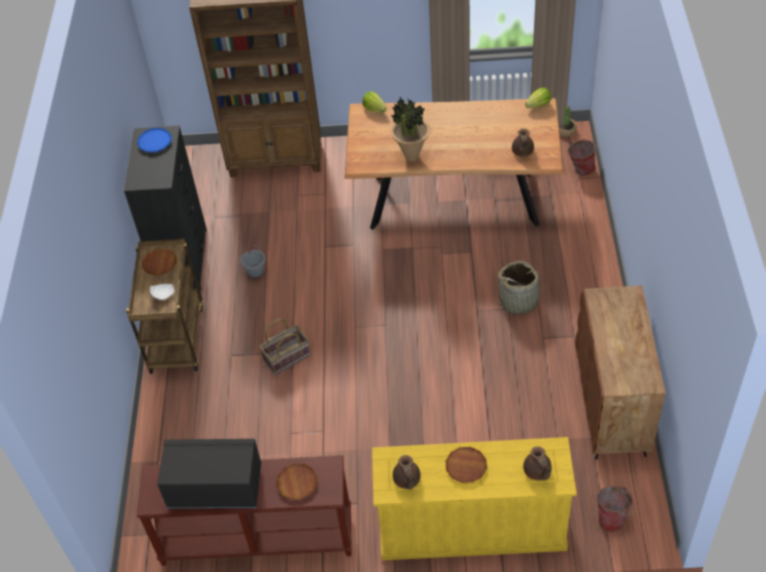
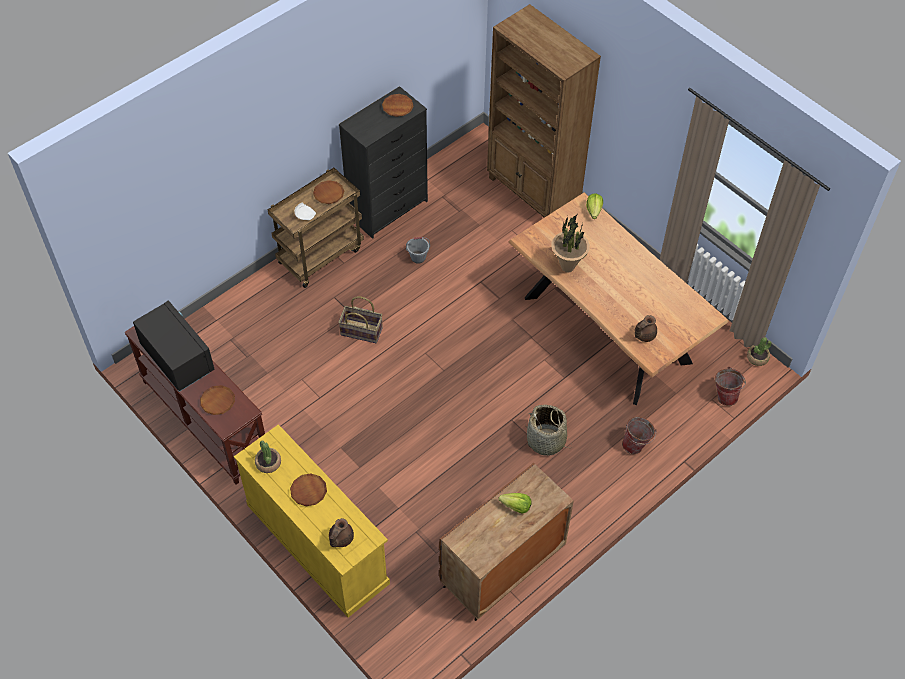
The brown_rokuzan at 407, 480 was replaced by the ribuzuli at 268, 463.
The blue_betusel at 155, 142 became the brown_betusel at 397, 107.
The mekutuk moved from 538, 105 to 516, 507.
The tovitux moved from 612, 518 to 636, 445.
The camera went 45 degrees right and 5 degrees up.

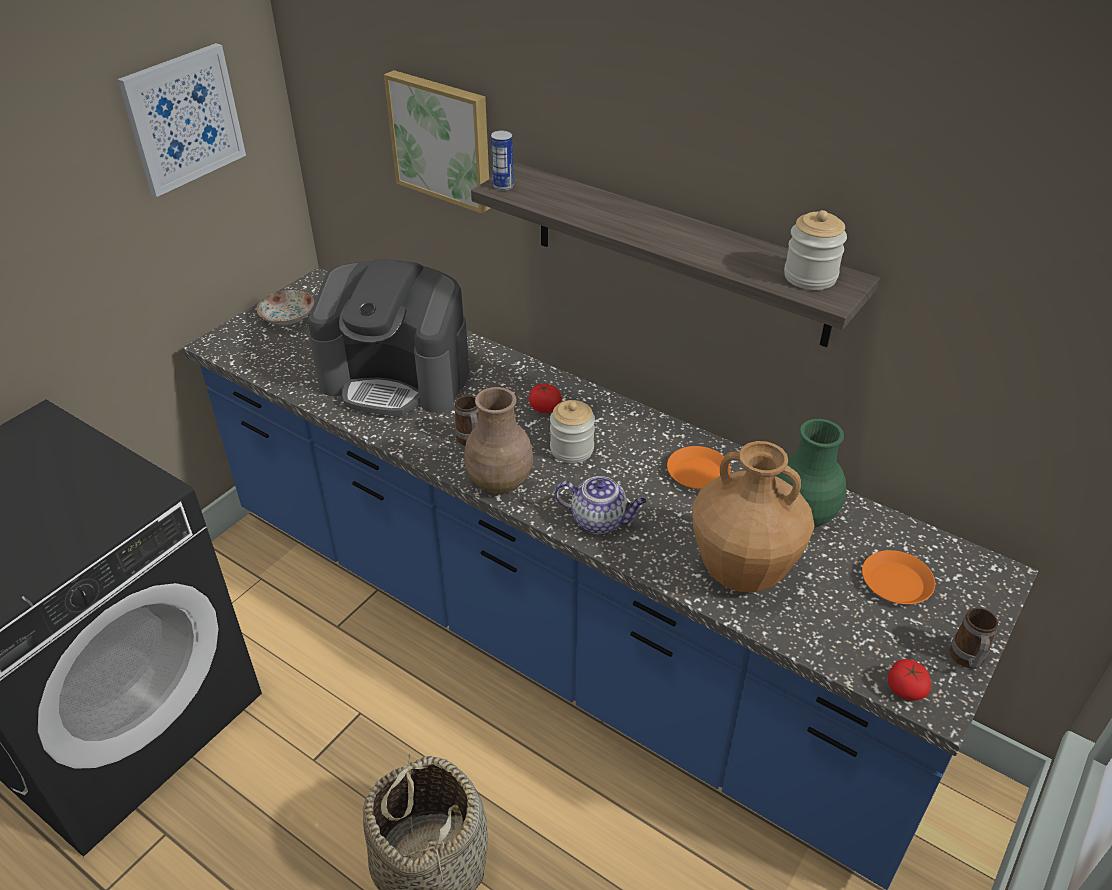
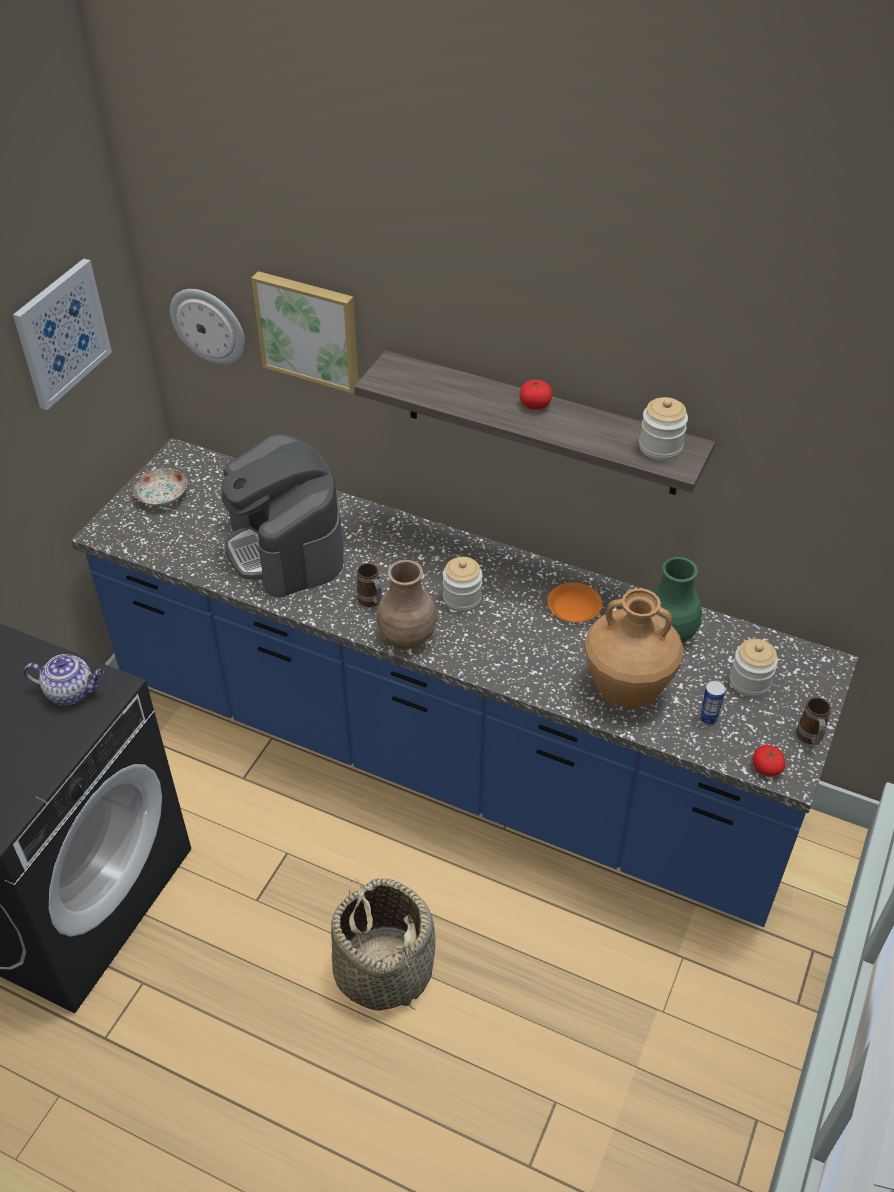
The rokuzan moved from 600, 520 to 72, 692.
The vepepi at 209, 325 appeared.
The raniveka at 397, 378 turned 60 degrees clockwise.
The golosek moved from 544, 408 to 535, 405.
The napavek moved from 503, 186 to 708, 719.
The orange_betusel at 896, 582 was replaced by the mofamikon at 749, 682.
The camera went 10 degrees left and 5 degrees up.

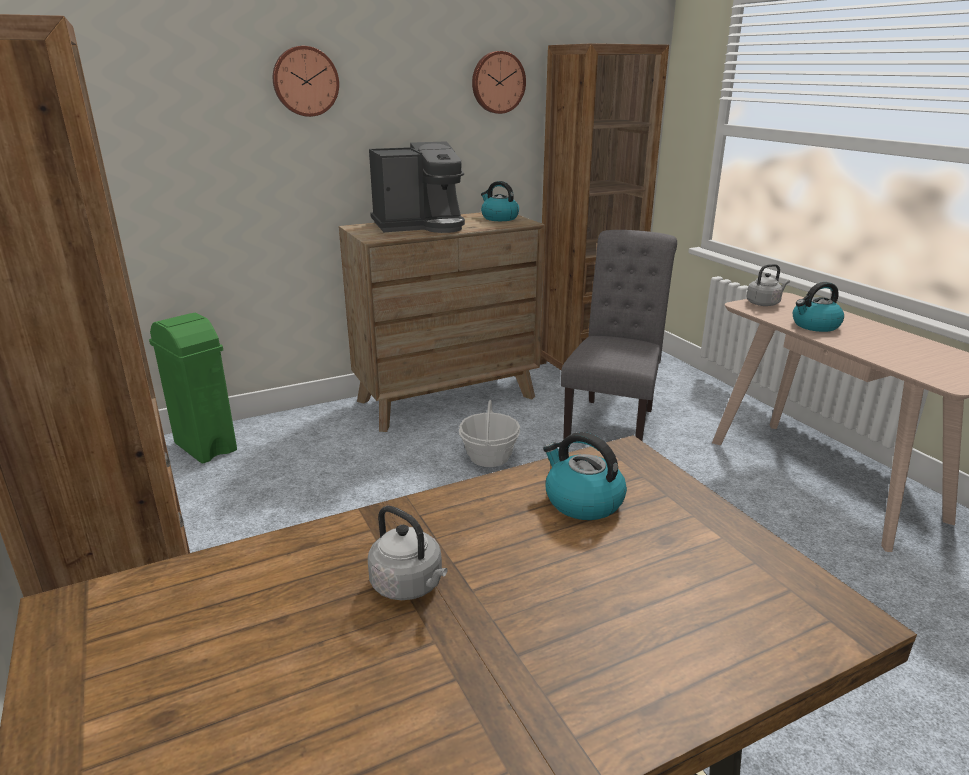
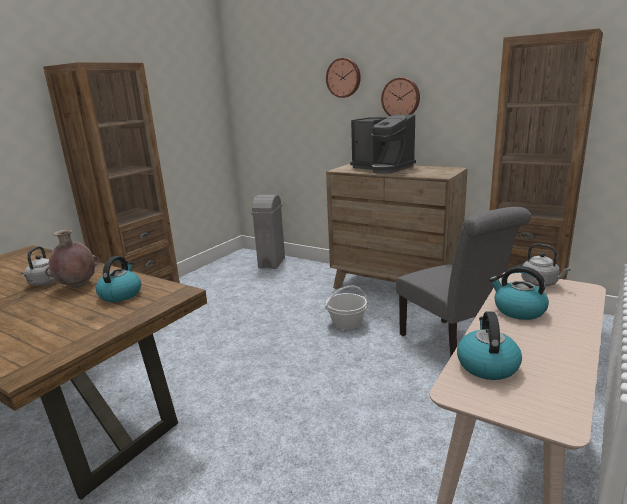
The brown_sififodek at 77, 286 appeared.
The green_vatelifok at 205, 446 became the grey_vatelifok at 272, 263.
The vepepi moved from 497, 82 to 401, 98.
The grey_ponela at 613, 422 turned 75 degrees clockwise.
The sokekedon moved from 499, 218 to 486, 365.
The camera went 60 degrees right and 5 degrees down.

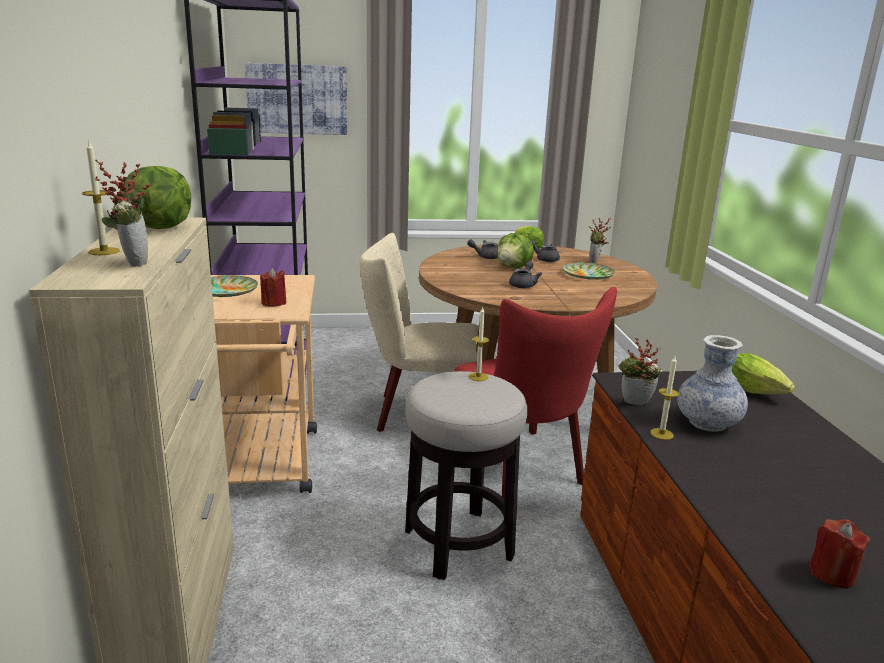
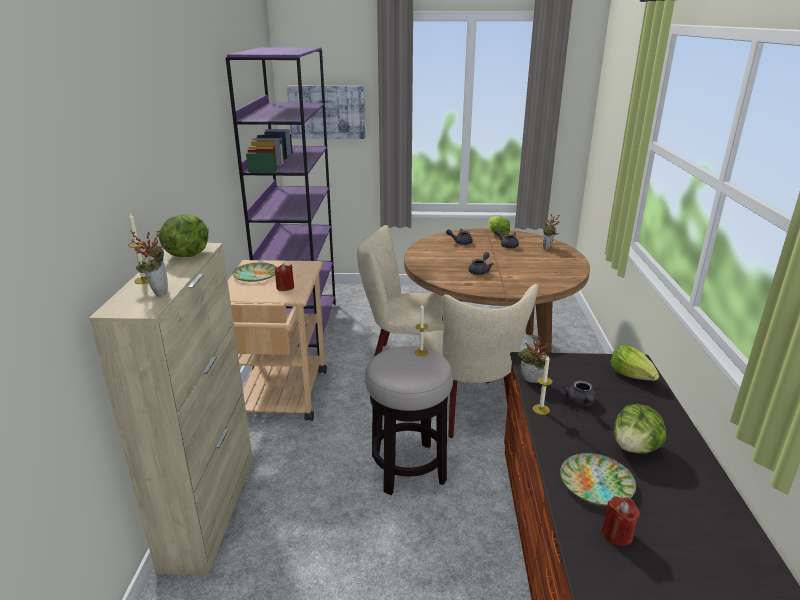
The red_ponela at 522, 468 became the beige_ponela at 471, 411.
The betusel moved from 588, 274 to 597, 483.
The sififodek at 707, 423 was replaced by the grey_rokuzan at 581, 402.
The mekutuk moved from 514, 267 to 635, 448.
The camera went 10 degrees right and 5 degrees up.

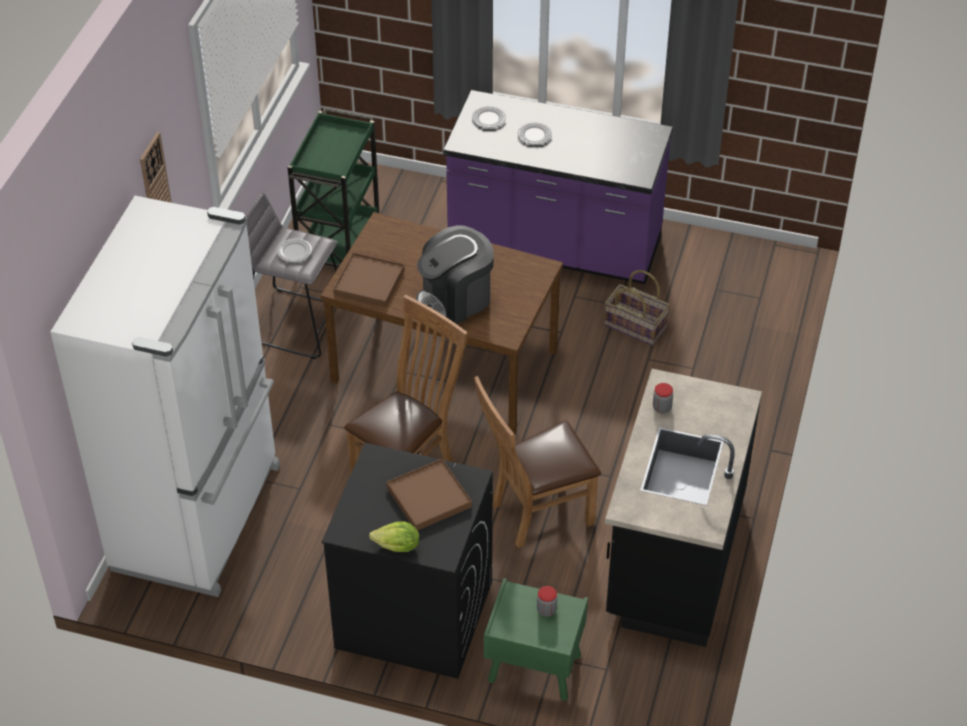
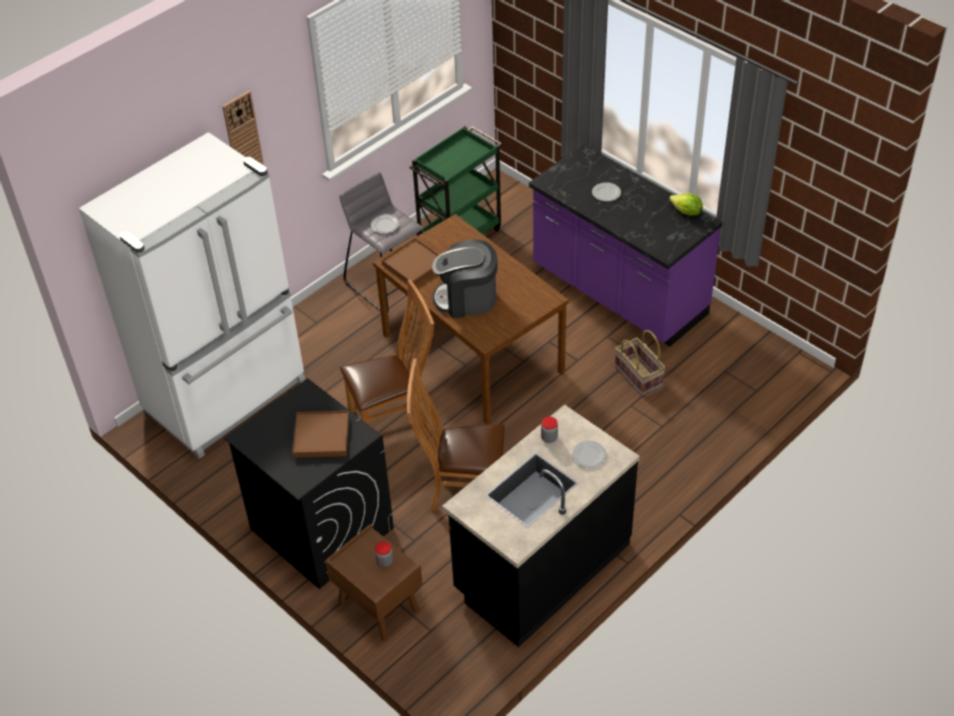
The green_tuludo at 533, 668 became the brown_tuludo at 377, 605.
The betusel moved from 488, 119 to 588, 456.
The mekutuk moved from 398, 547 to 686, 212.
The camera went 30 degrees right and 0 degrees up.

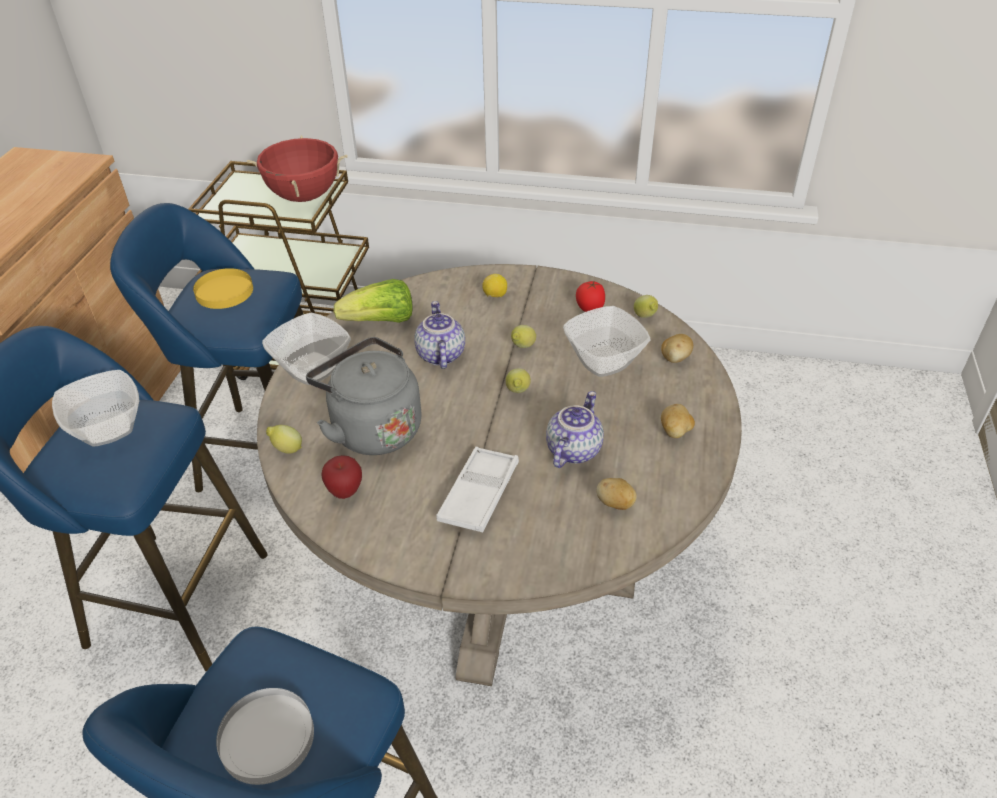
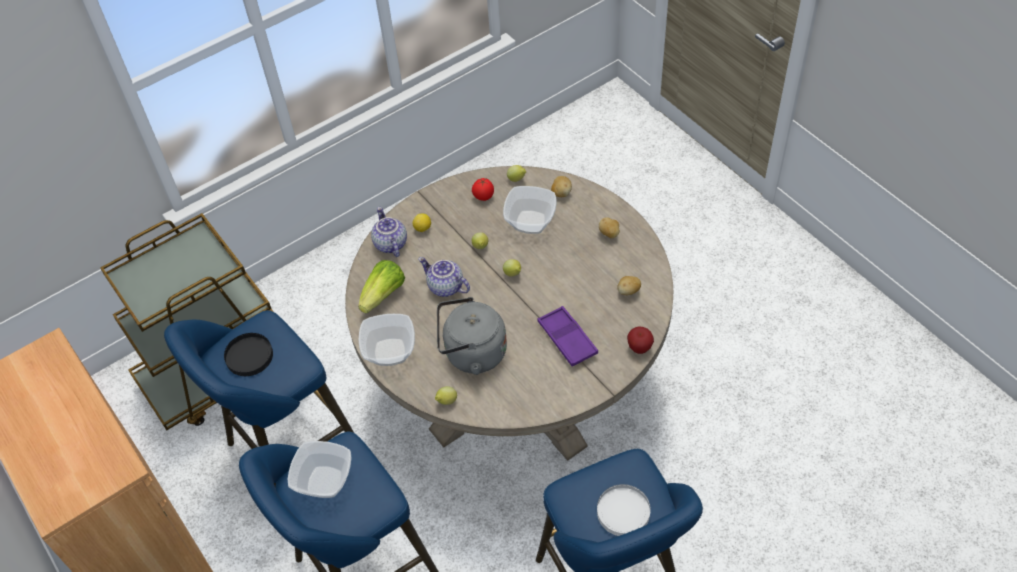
The yellow_betusel at 224, 291 became the black_betusel at 249, 356.
The rokuzan moved from 572, 449 to 389, 244.
The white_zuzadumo at 479, 494 became the purple_zuzadumo at 567, 339.
The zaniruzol moved from 345, 491 to 639, 348.
The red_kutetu at 304, 196 disappeared.
The camera went 45 degrees left and 10 degrees up.

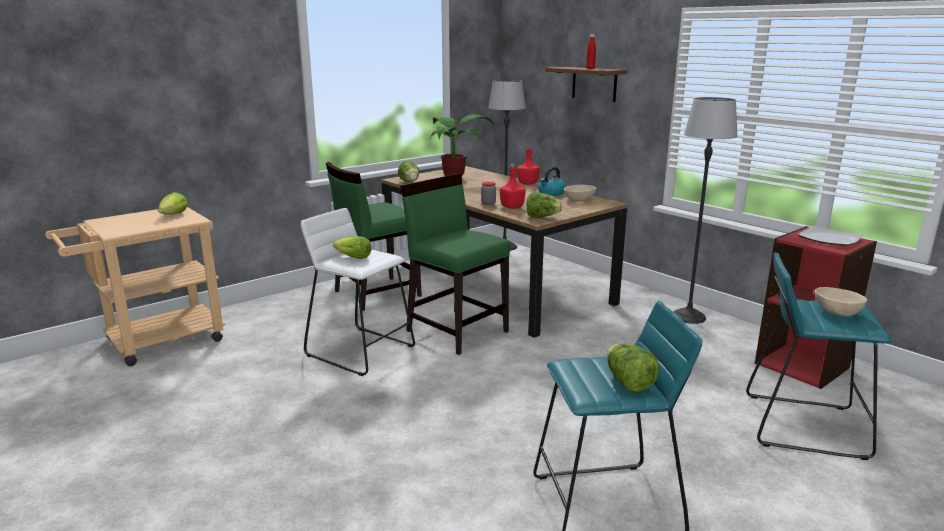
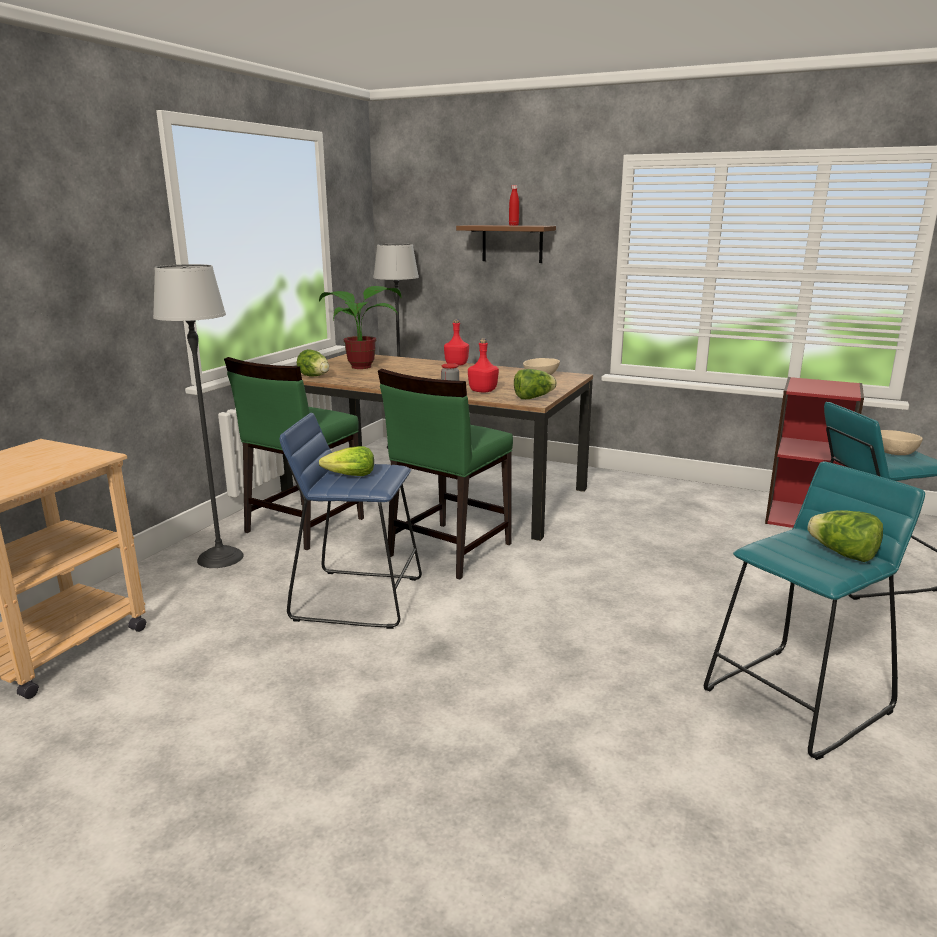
The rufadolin moved from 688, 316 to 220, 558.
The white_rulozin at 361, 350 became the blue_rulozin at 358, 598.
The green_ponela at 457, 330 turned 75 degrees counterclockwise.
The mekutuk at 174, 215 disappeared.
The sokekedon at 551, 193 disappeared.
The betusel at 828, 239 disappeared.
The camera went 25 degrees left and 0 degrees up.

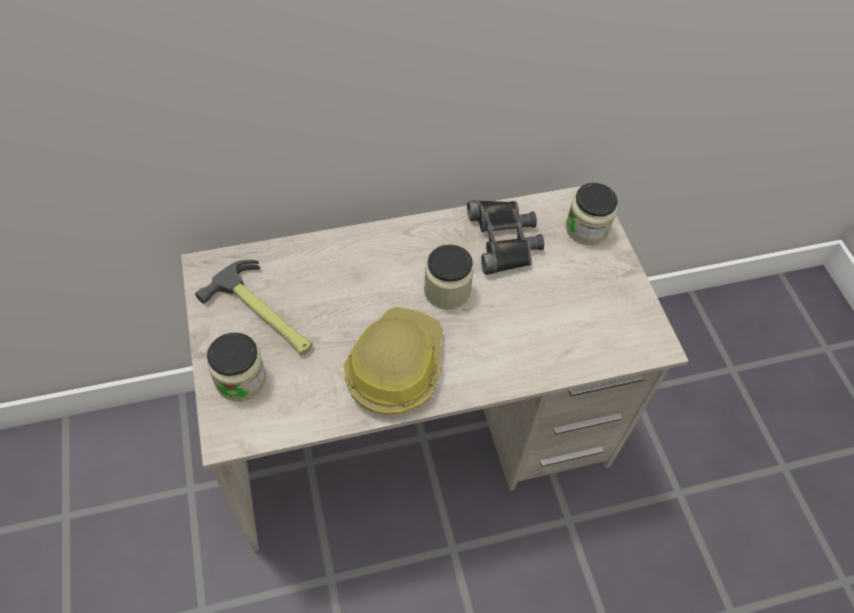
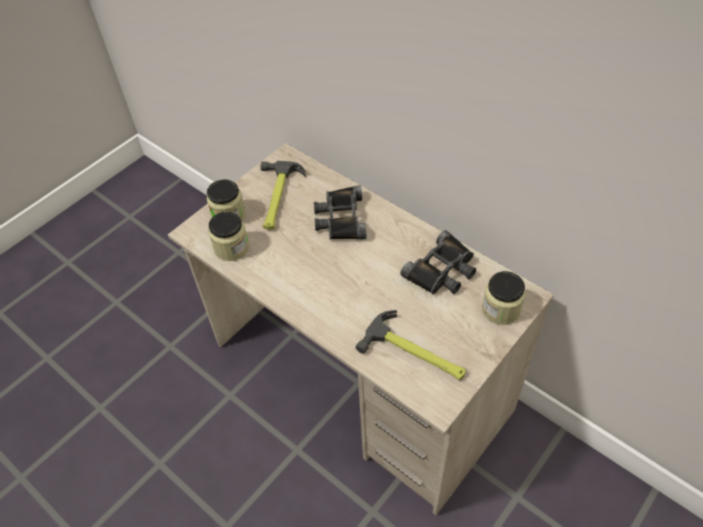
The mofamikon moved from 447, 291 to 231, 248.
The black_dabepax at 340, 218 appeared.
The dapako at 415, 353 appeared.
The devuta at 395, 367 disappeared.
The camera went 60 degrees right and 5 degrees down.

